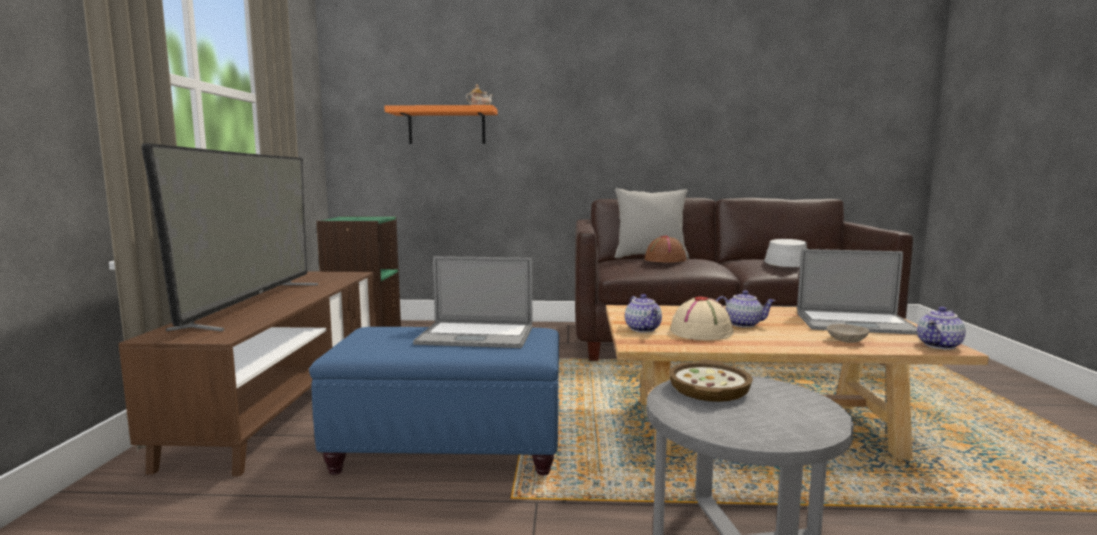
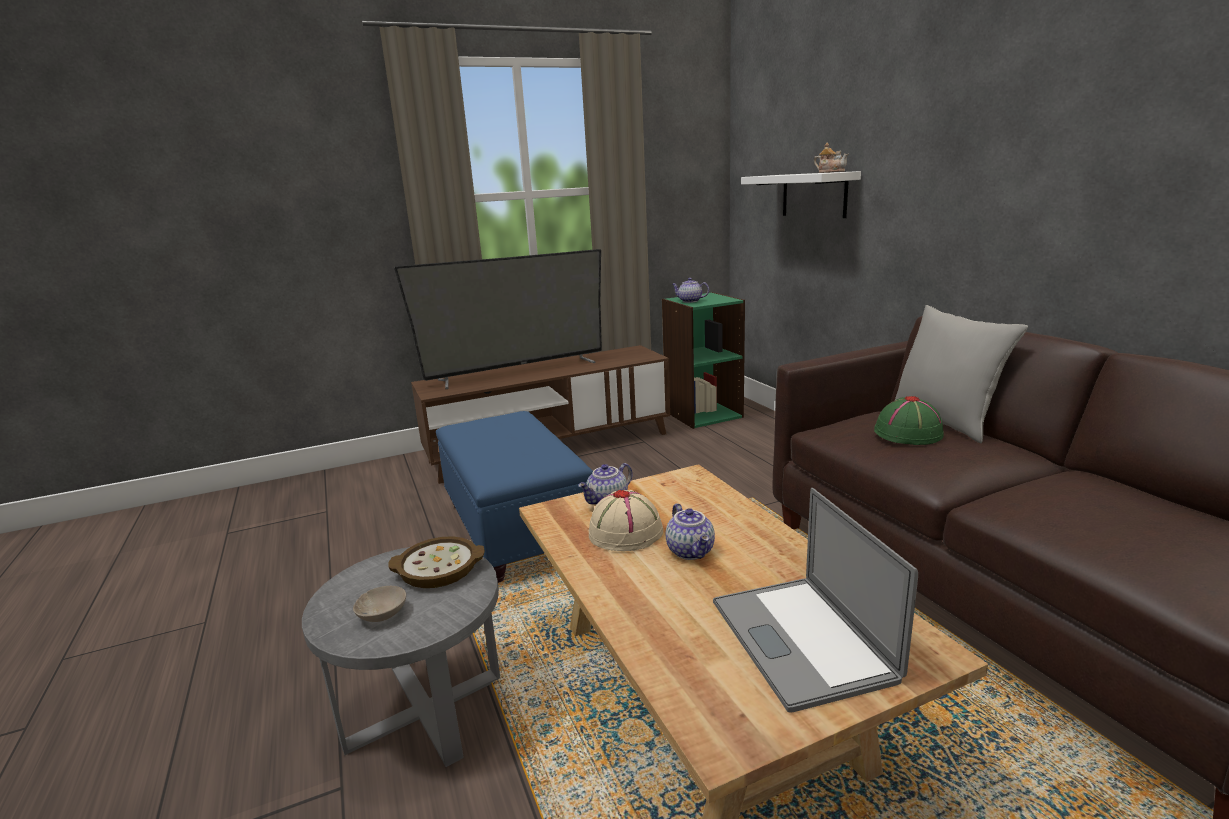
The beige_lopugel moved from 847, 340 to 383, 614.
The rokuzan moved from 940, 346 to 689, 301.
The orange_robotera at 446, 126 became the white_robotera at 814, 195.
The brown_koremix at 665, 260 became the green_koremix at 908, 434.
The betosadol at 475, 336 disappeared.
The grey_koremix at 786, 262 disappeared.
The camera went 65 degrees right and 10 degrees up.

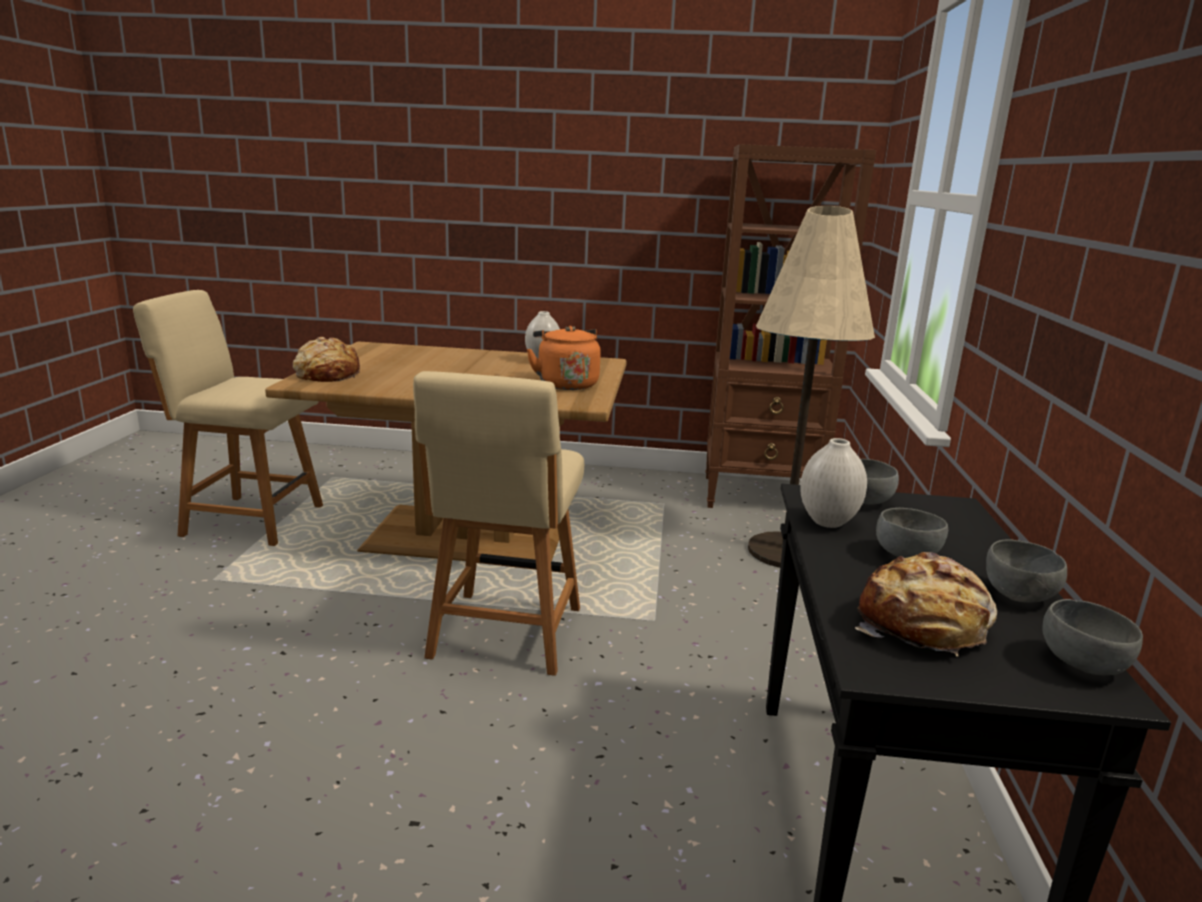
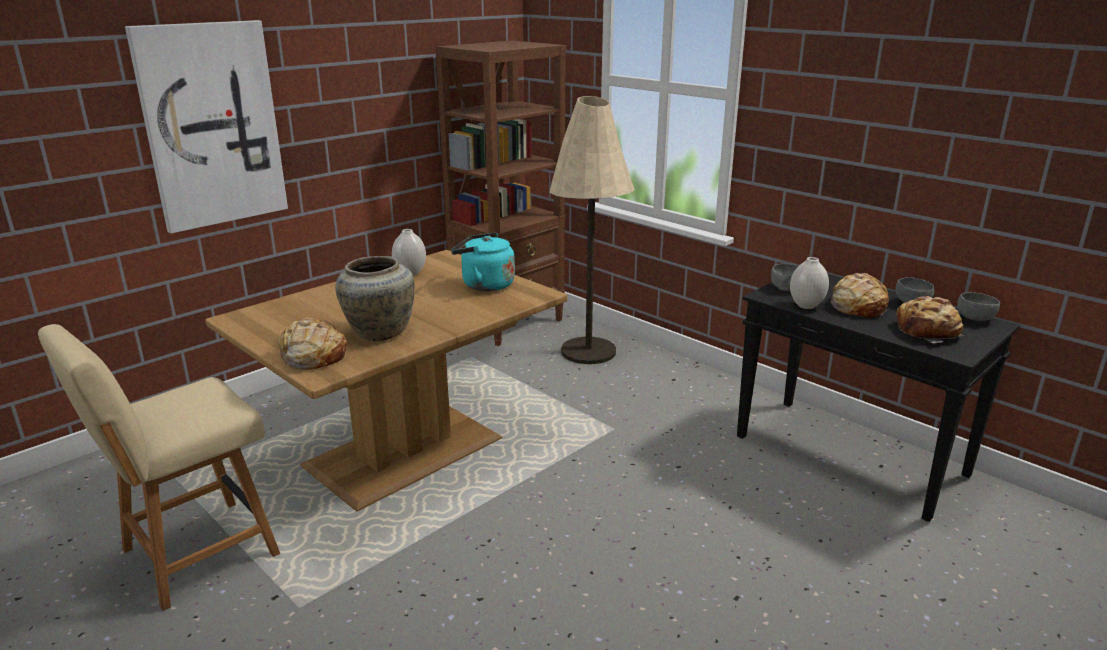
The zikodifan at 212, 125 appeared.
The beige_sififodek at 379, 332 appeared.
The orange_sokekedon at 566, 384 became the turquoise_sokekedon at 484, 285.
The grey_lopugel at 906, 555 was replaced by the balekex at 857, 306.
The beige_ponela at 504, 635 disappeared.
The camera went 50 degrees left and 5 degrees up.

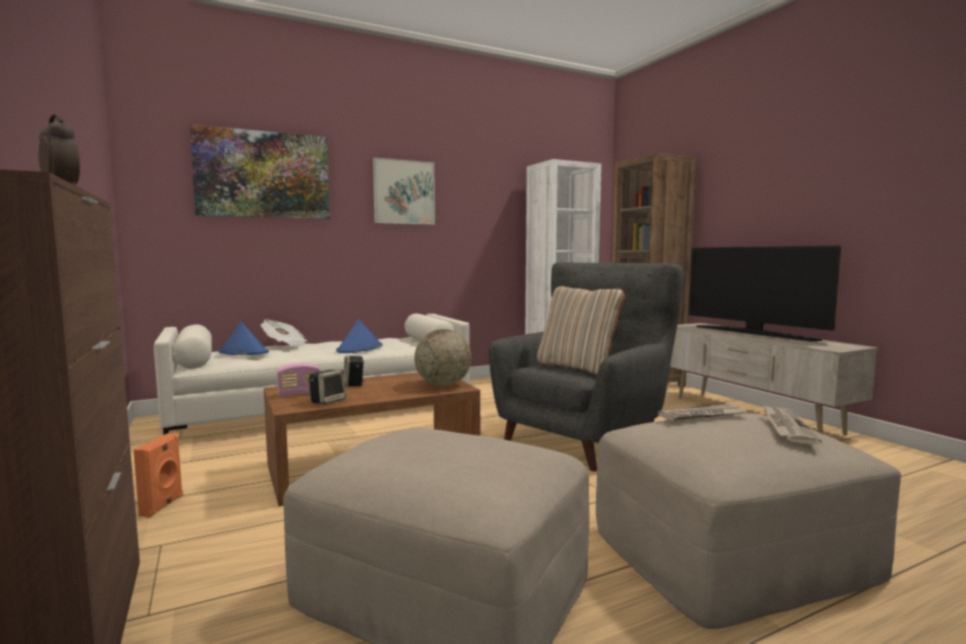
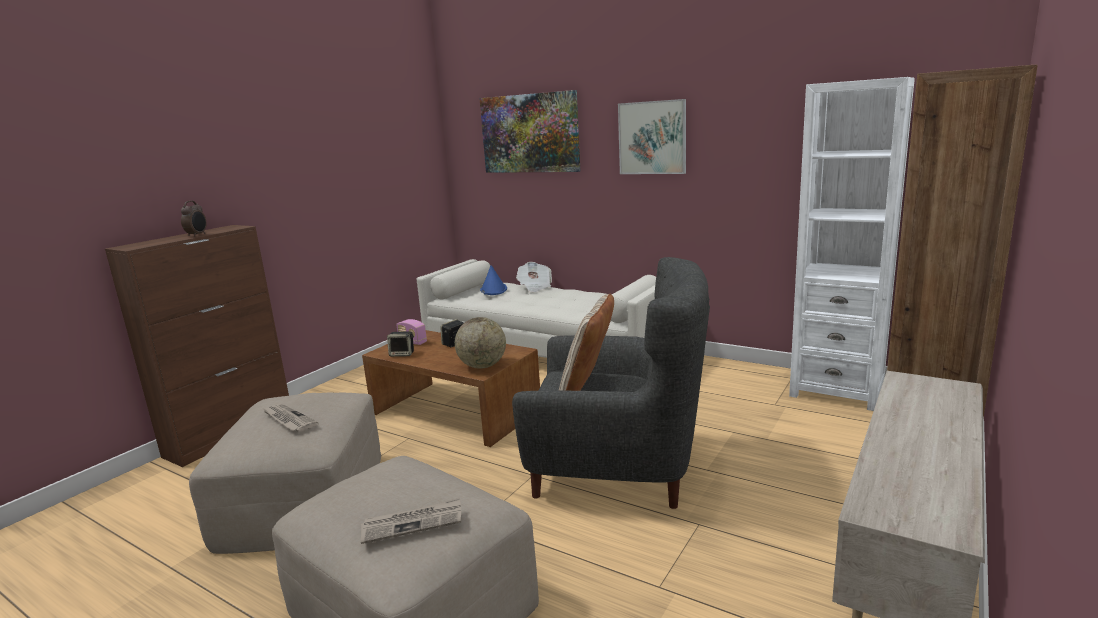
The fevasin moved from 702, 415 to 288, 420.
The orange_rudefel at 163, 505 disappeared.
The blue_koremix at 359, 349 disappeared.
The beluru at 755, 333 disappeared.
The camera went 60 degrees right and 10 degrees up.

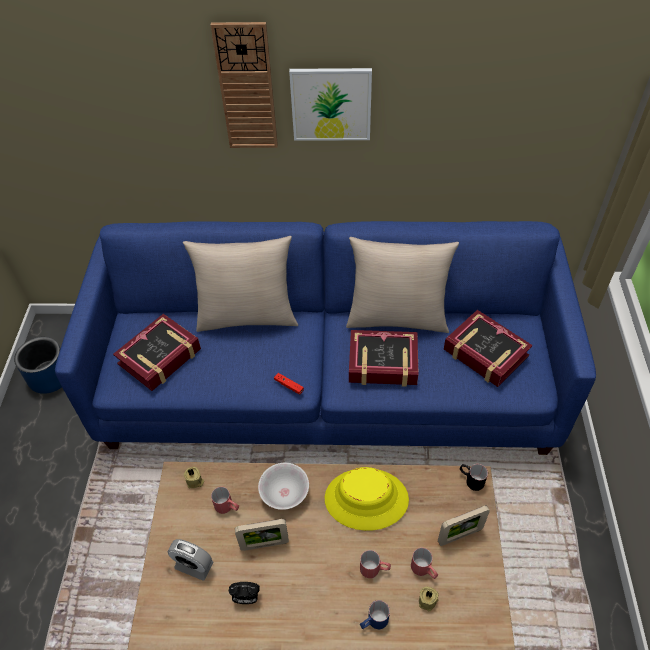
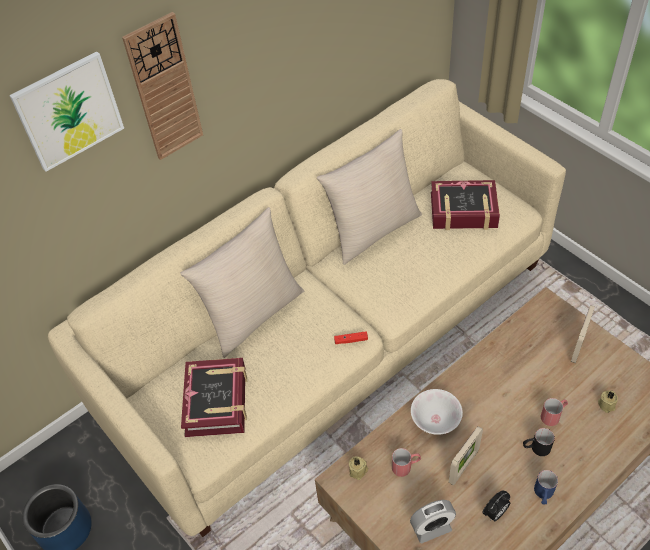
The zikodifan moved from 331, 104 to 69, 111.
The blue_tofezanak at 327, 384 became the beige_tofezanak at 330, 337.
The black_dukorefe moved from 471, 479 to 536, 448.
The blue_dukorefe moved from 373, 622 to 543, 494.
The yellow_koremix at 366, 499 disappeared.
The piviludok at 383, 363 disappeared.
The red_dukorefe at 424, 570 disappeared.
The camera went 40 degrees left and 0 degrees up.

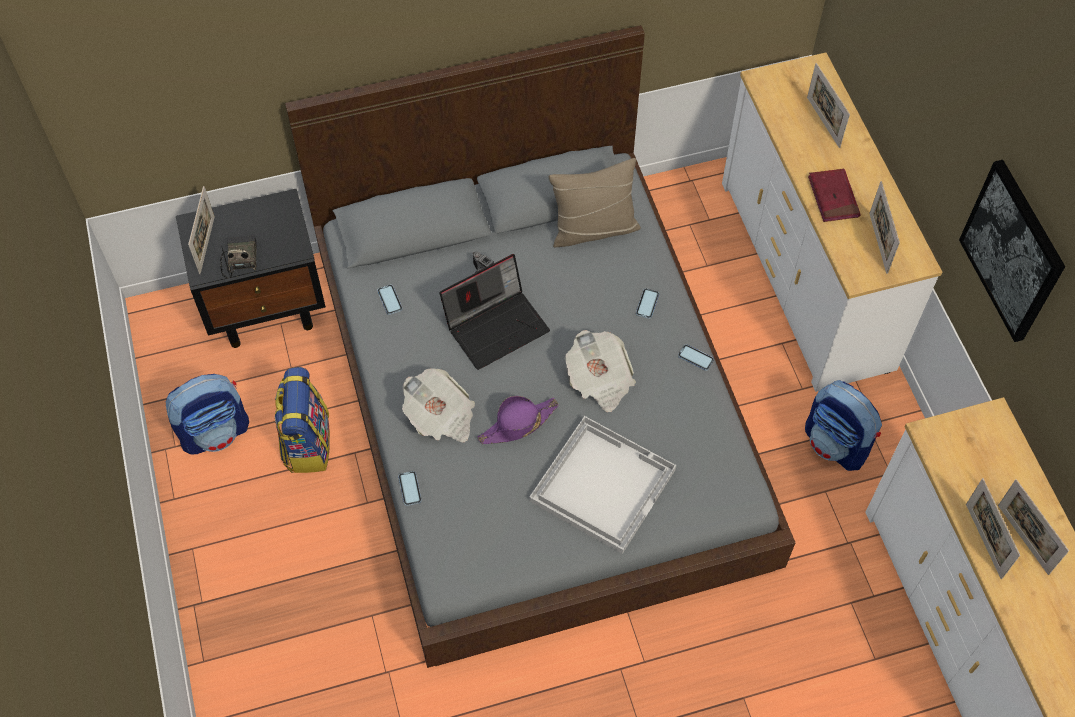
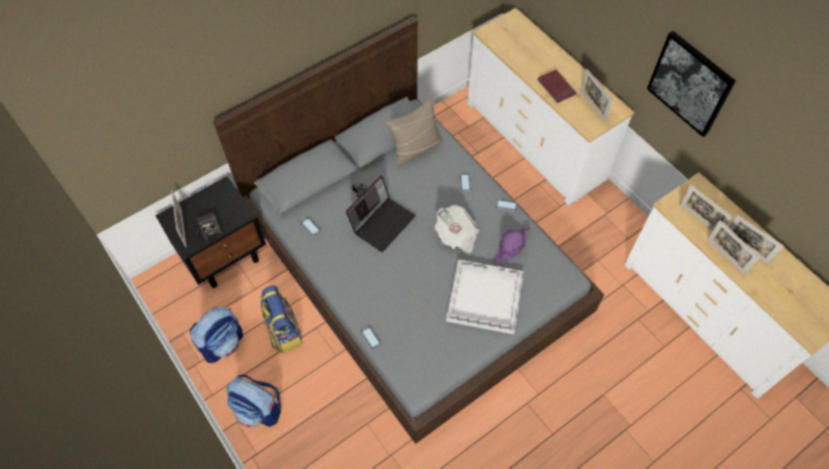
The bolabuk moved from 836, 444 to 259, 409.
The purple_koremix moved from 518, 424 to 511, 246.
The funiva moved from 823, 122 to 699, 219.
The fevasin at 440, 417 disappeared.
The camera went 20 degrees left and 0 degrees up.

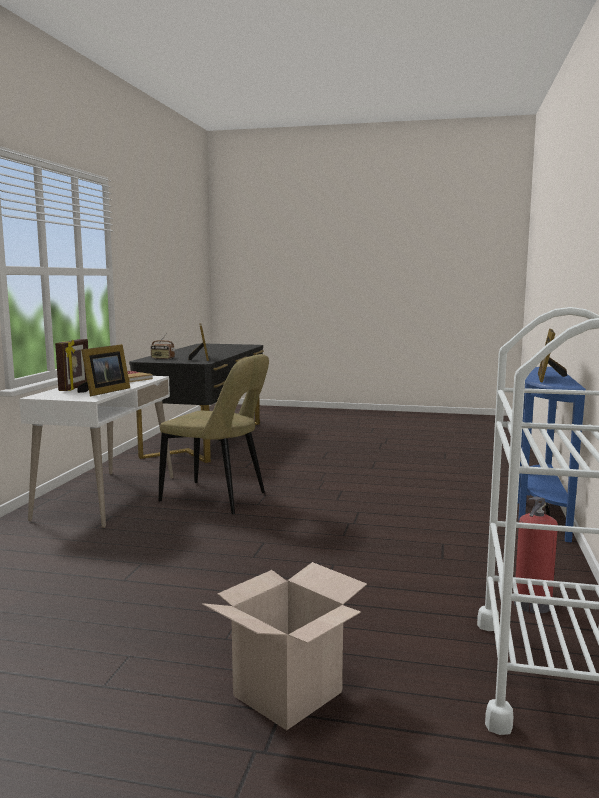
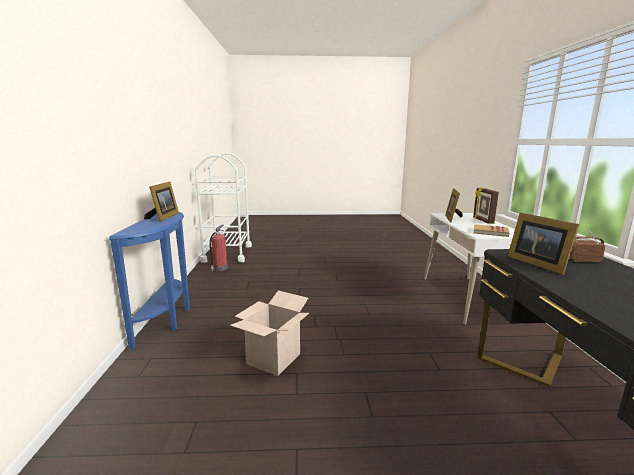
The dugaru moved from 288, 694 to 273, 359.
The beige_ponela at 217, 498 disappeared.
The camera went 165 degrees right and 5 degrees up.

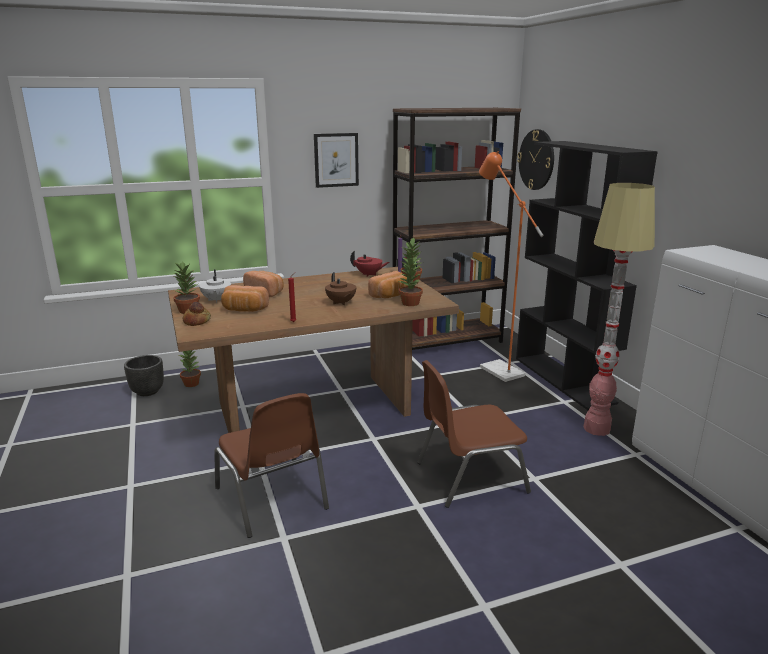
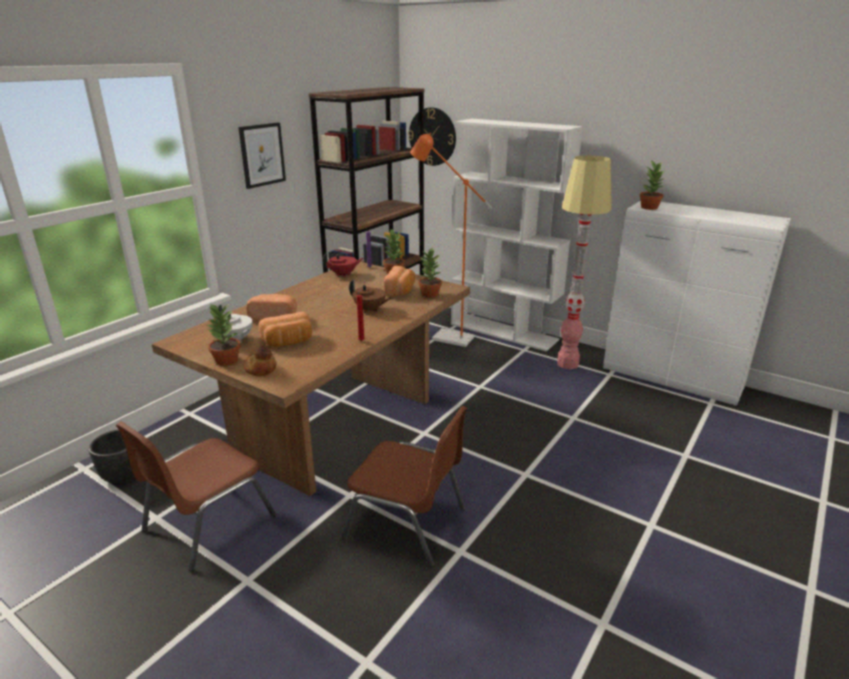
The brown_ponela moved from 469, 476 to 206, 523.
The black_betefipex at 564, 380 became the white_betefipex at 504, 332.
The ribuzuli moved from 192, 384 to 649, 207.
The camera went 35 degrees left and 5 degrees up.

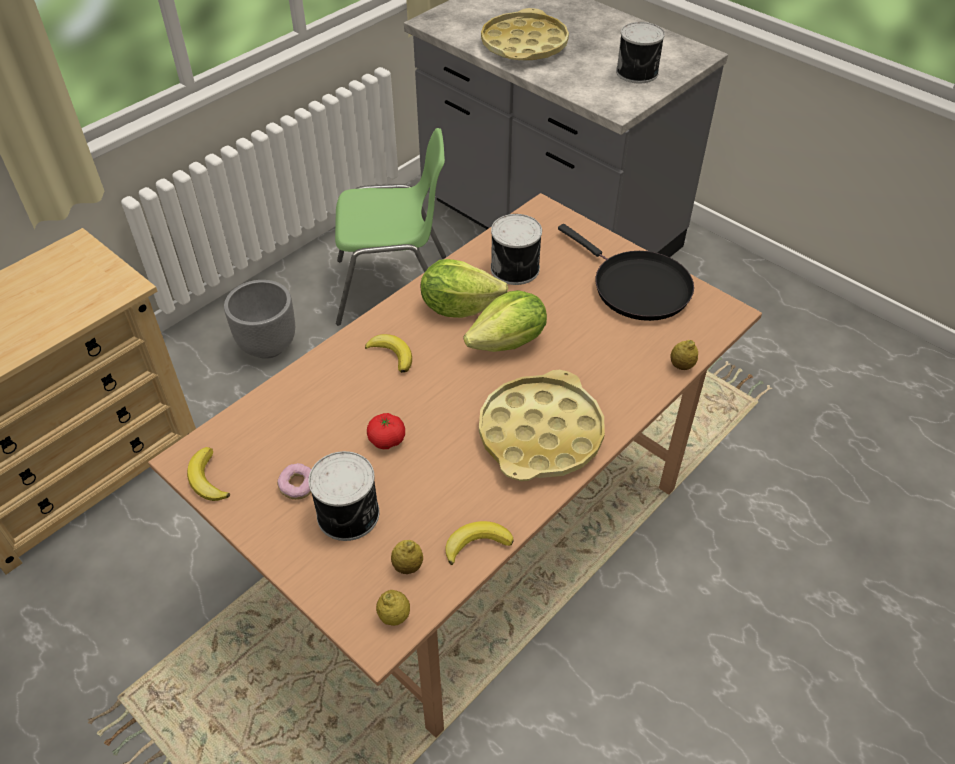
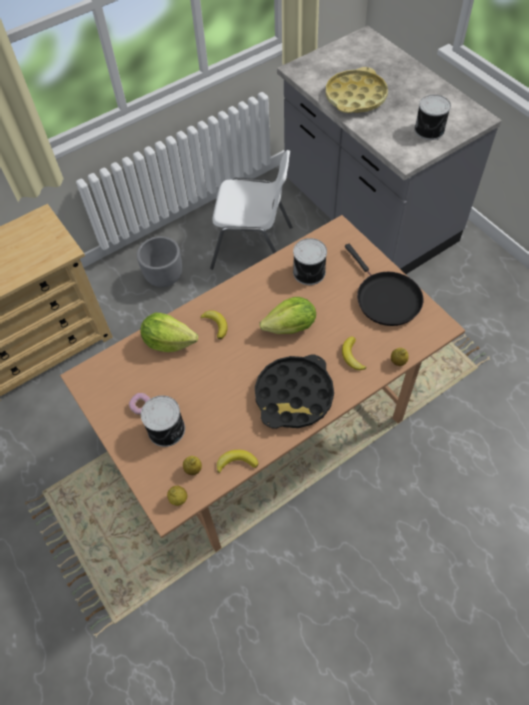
The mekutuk moved from 459, 306 to 169, 342.
The green_ponela at 395, 289 became the white_ponela at 253, 247.
The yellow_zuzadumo at 541, 434 became the black_zuzadumo at 294, 395.
The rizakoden moved from 207, 479 to 352, 356.
The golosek at 387, 439 disappeared.
The camera went 15 degrees right and 10 degrees up.

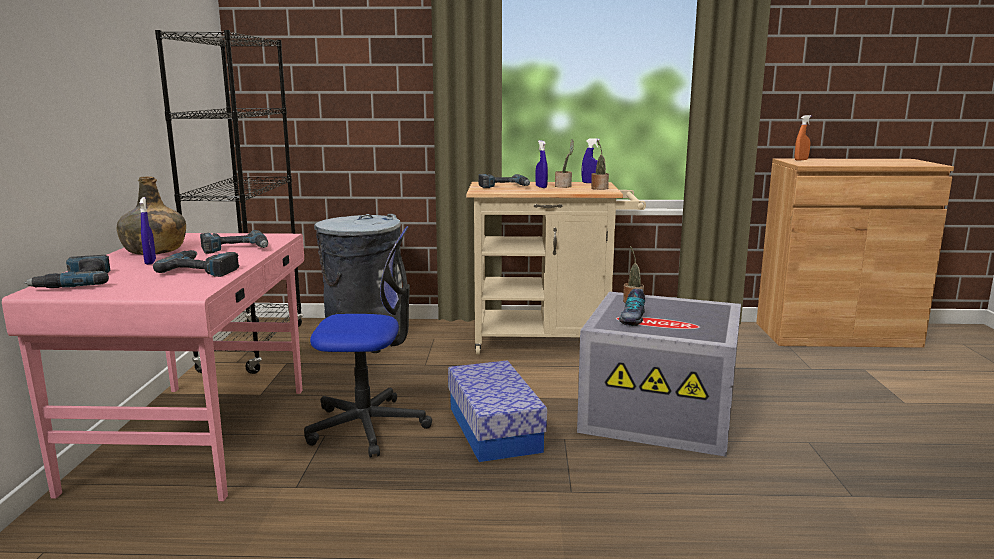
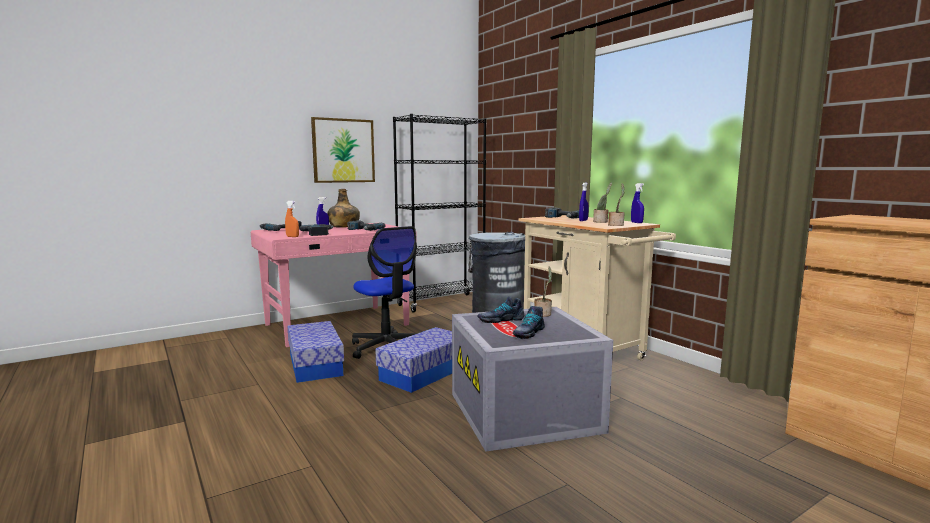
The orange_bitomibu moved from 801, 160 to 292, 237.
The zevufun at 315, 364 appeared.
The zikodifan at 343, 150 appeared.
The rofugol at 528, 332 appeared.
The camera went 55 degrees right and 5 degrees down.

